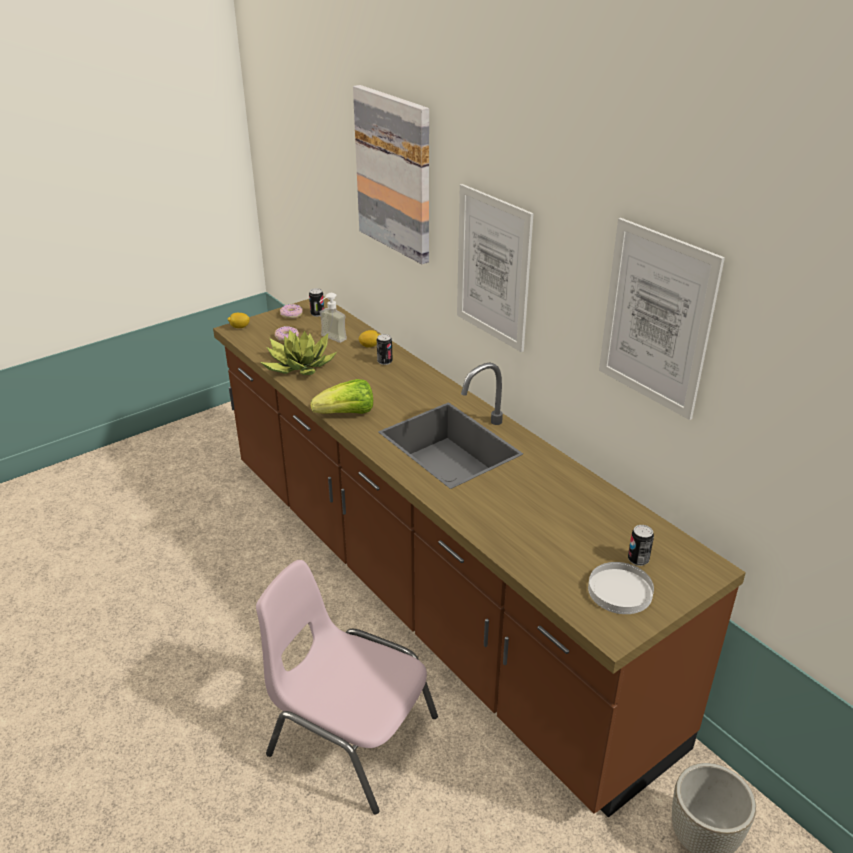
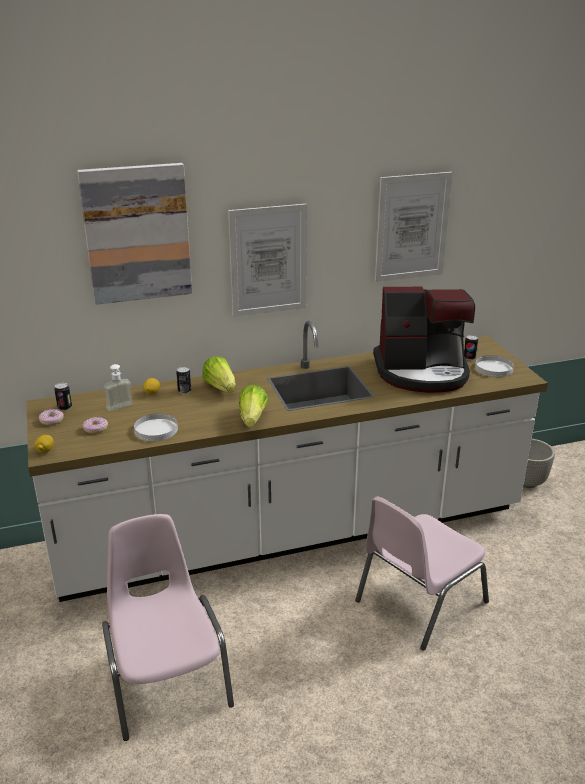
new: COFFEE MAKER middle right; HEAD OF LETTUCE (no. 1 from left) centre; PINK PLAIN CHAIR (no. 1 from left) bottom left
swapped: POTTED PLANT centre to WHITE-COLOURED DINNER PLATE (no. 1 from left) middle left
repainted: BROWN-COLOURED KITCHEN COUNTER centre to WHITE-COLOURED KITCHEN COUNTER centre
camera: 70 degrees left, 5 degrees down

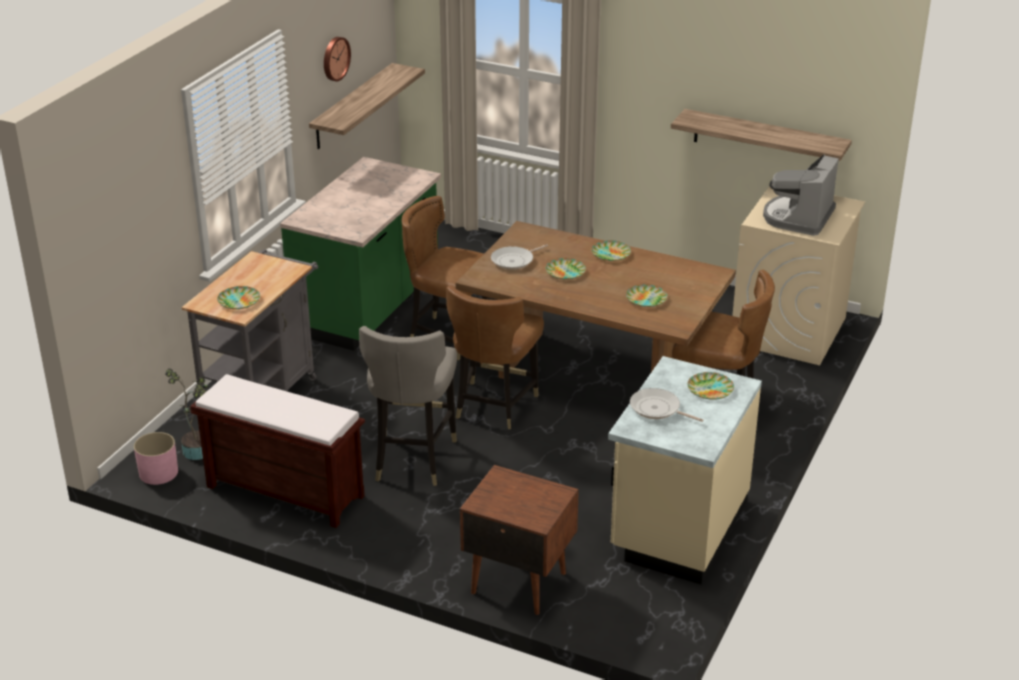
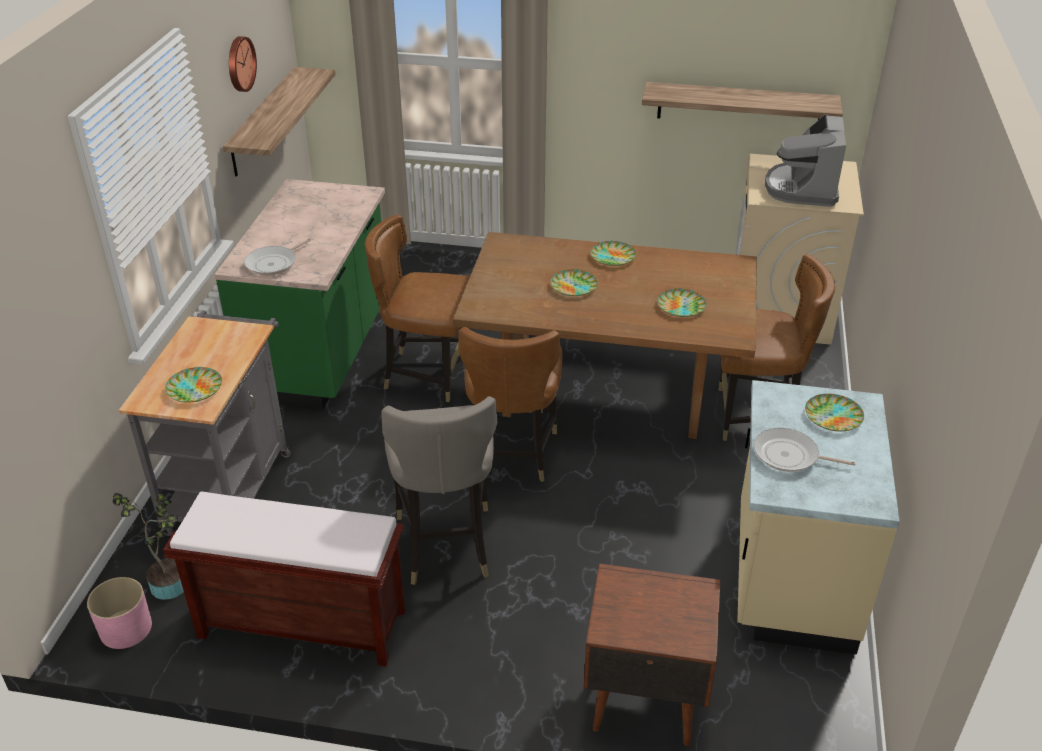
shifted: FRYING PAN (no. 1 from left) centre to middle left
camera: 15 degrees left, 5 degrees up

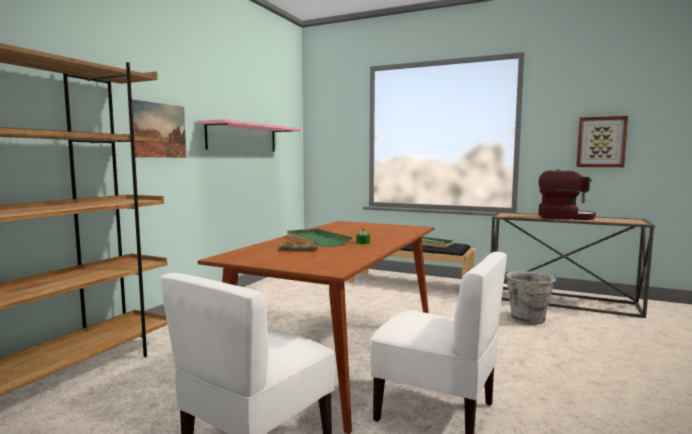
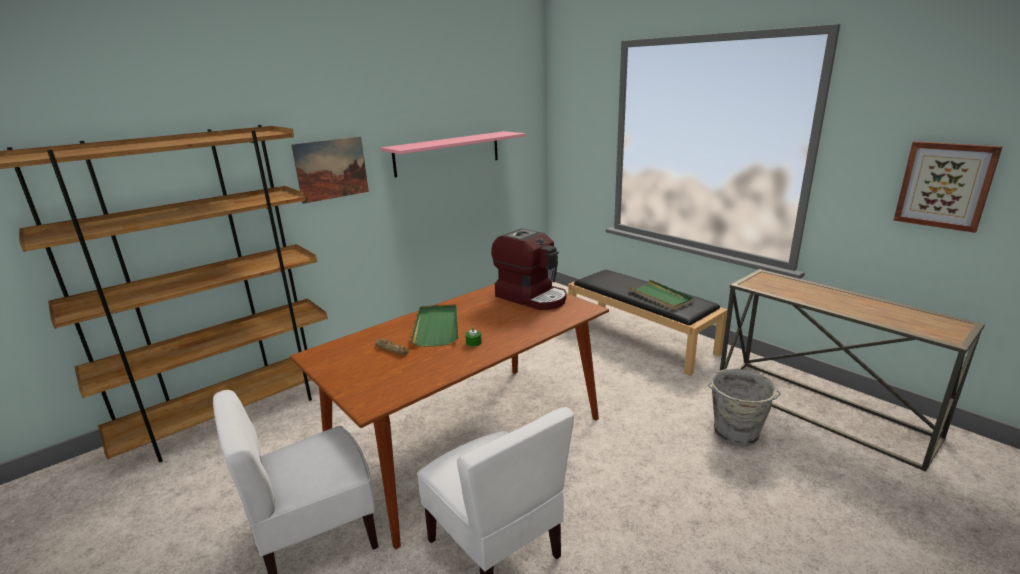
shifted: COFFEE MAKER middle right to centre
camera: 25 degrees right, 15 degrees up

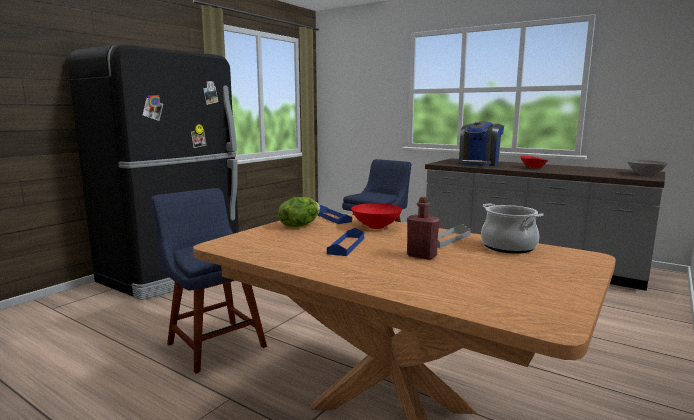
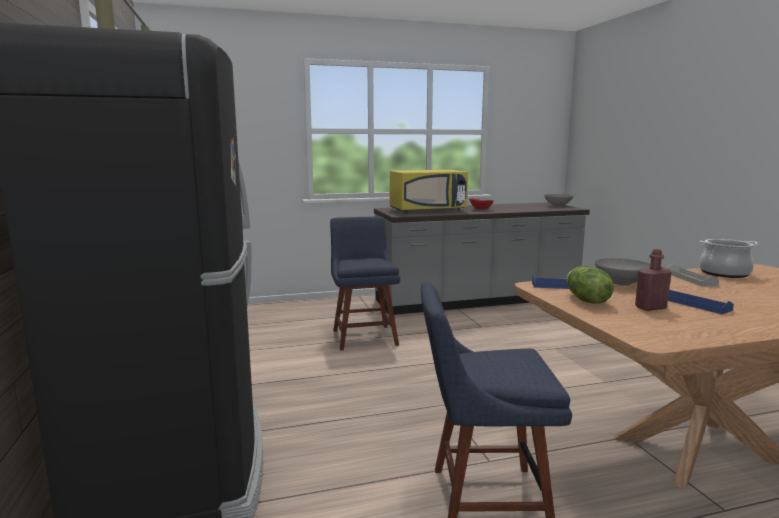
shifted: RED-COLOURED BEVERAGE BOTTLE centre to middle right
swapped: COFFEE MAKER middle right to YELLOWISH KITCHEN MICROWAVE centre
repainted: RED-COLOURED BOWL (no. 1 from left) centre to GREYISH BOWL (no. 2 from left) middle right
camera: 50 degrees left, 0 degrees up

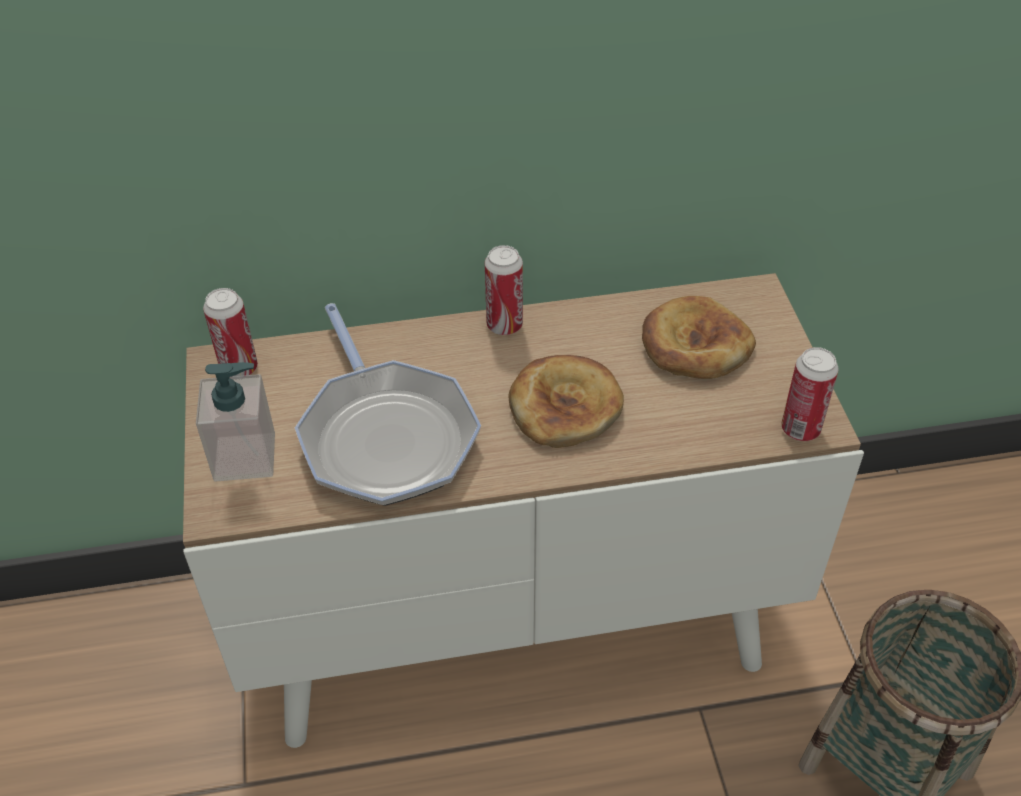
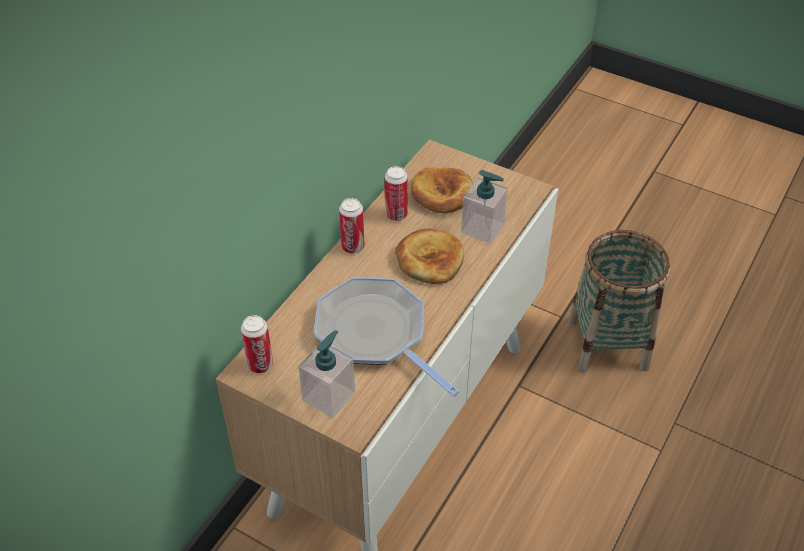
new: LIQUID SOAP BOTTLE (no. 2 from left) centre
shifted: CAN (no. 3 from left) middle right to centre
rotated: FRYING PAN centre = centre 150 degrees counterclockwise
camera: 50 degrees left, 0 degrees up

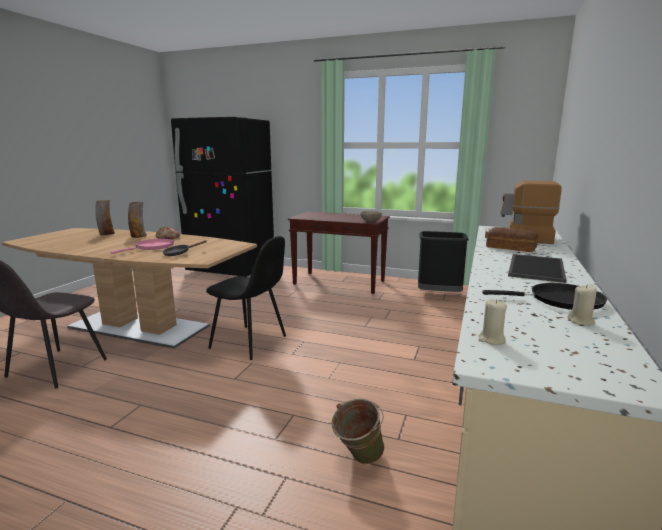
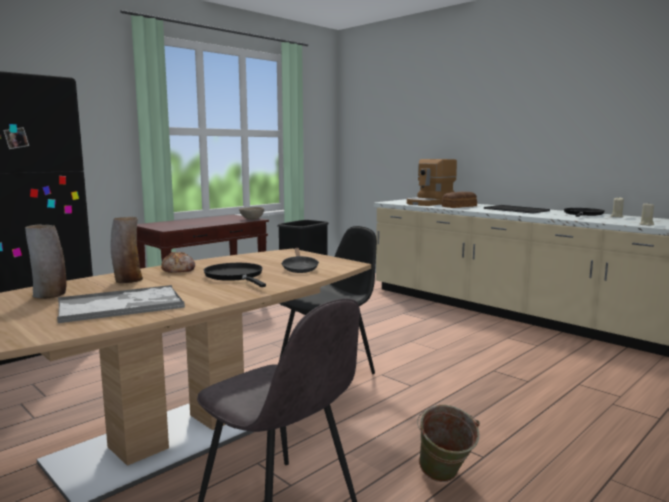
new: CARRYING TRAY (no. 1 from left) middle left
shifted: GREEN WATER BUCKET bottom centre to bottom right
repainted: PINK FRYING PAN middle left to BLACK-COLOURED FRYING PAN (no. 1 from left) centre
camera: 65 degrees left, 5 degrees down

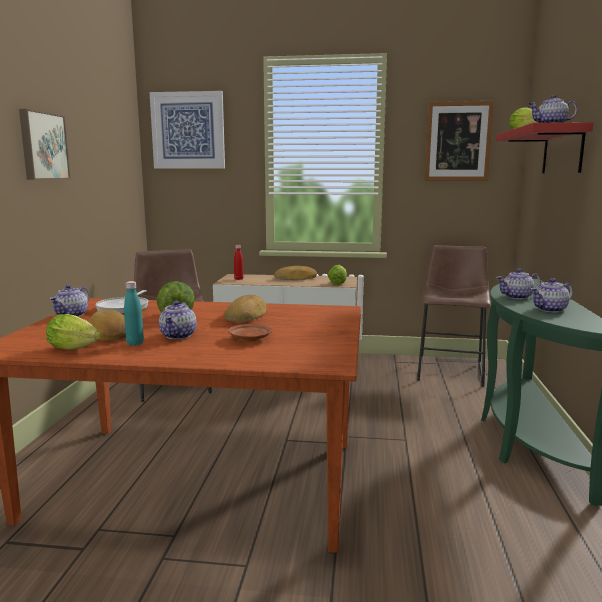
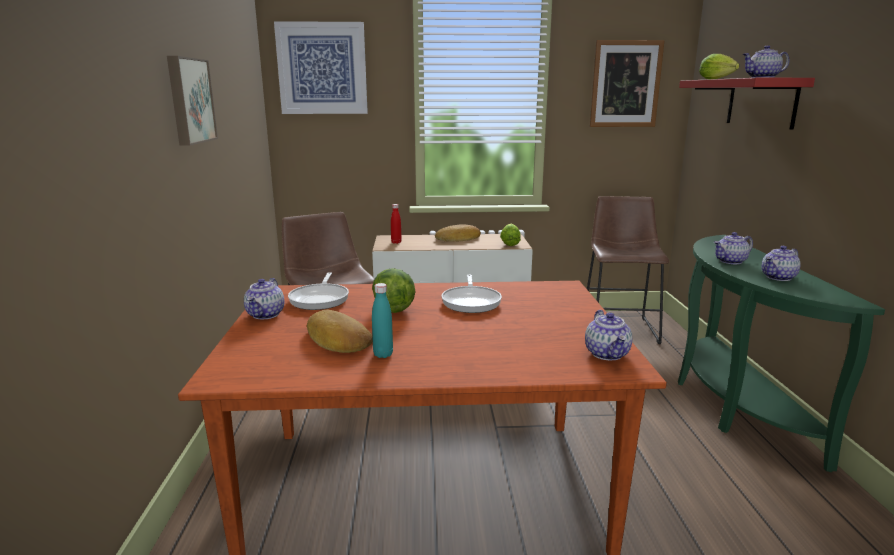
gone: HEAD OF LETTUCE (no. 1 from left) middle left; BROWN-COLOURED DINNER PLATE centre
shifted: TEAPOT (no. 2 from left) middle left to middle right
swapped: BREAD (no. 2 from left) centre to FRYING PAN (no. 2 from left) centre
camera: 10 degrees left, 5 degrees up

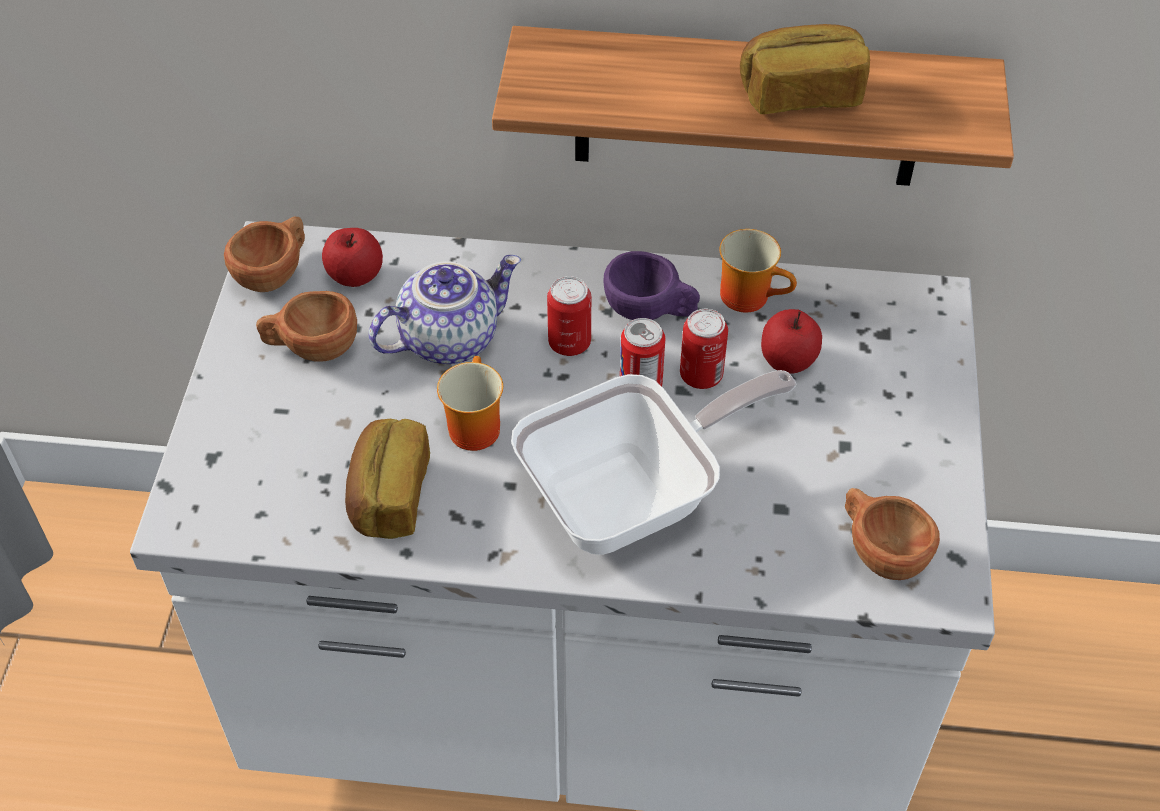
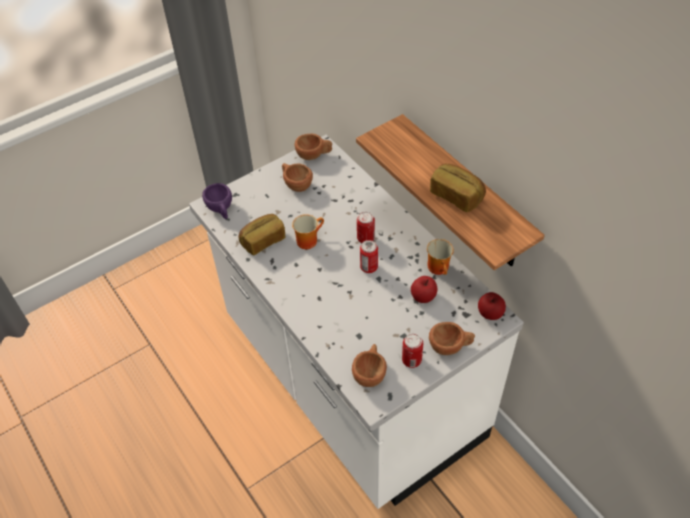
gone: TEAPOT centre; FRYING PAN centre
new: BROWN-COLOURED CUP (no. 4 from left) centre
shifted: APPLE (no. 1 from left in the first image) top left to APPLE (no. 2 from left) middle right; PURPLE CUP centre to middle left; CAN (no. 3 from left) centre to bottom centre
camera: 50 degrees right, 0 degrees up

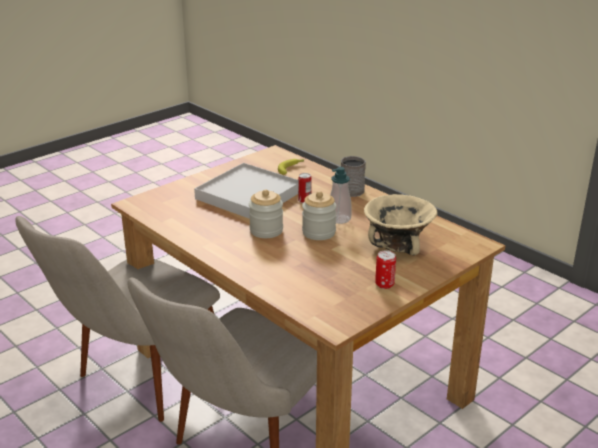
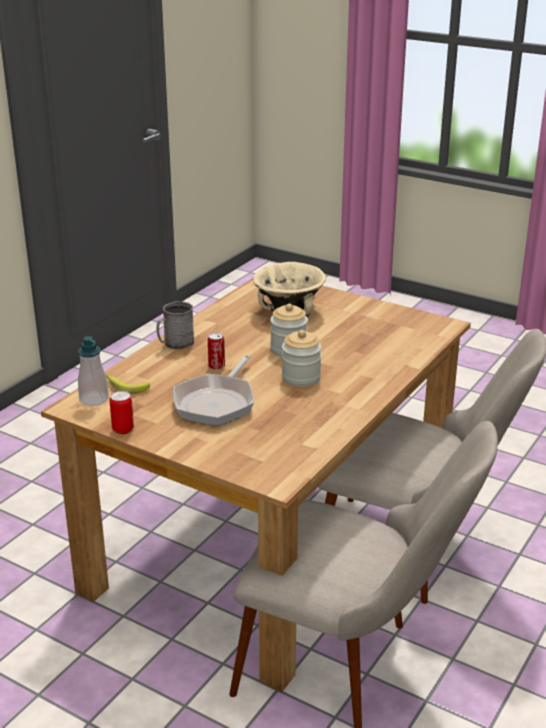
shifted: LIQUID SOAP BOTTLE centre to middle left; CAN (no. 2 from left in the first image) centre to CAN (no. 1 from left) middle left
swapped: WHITE-COLOURED CARRYING TRAY centre to FRYING PAN centre
camera: 105 degrees left, 0 degrees up

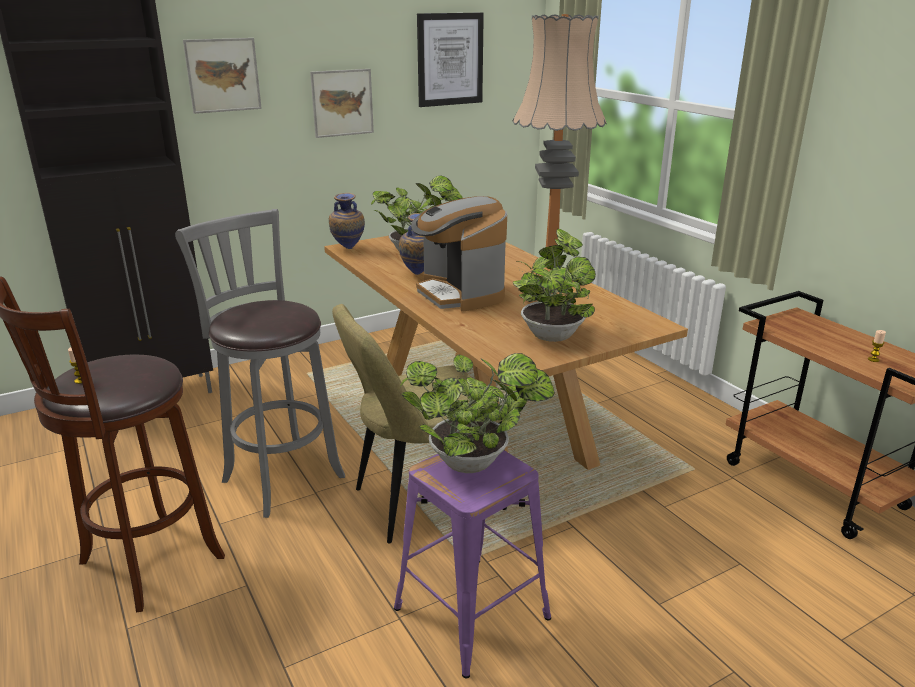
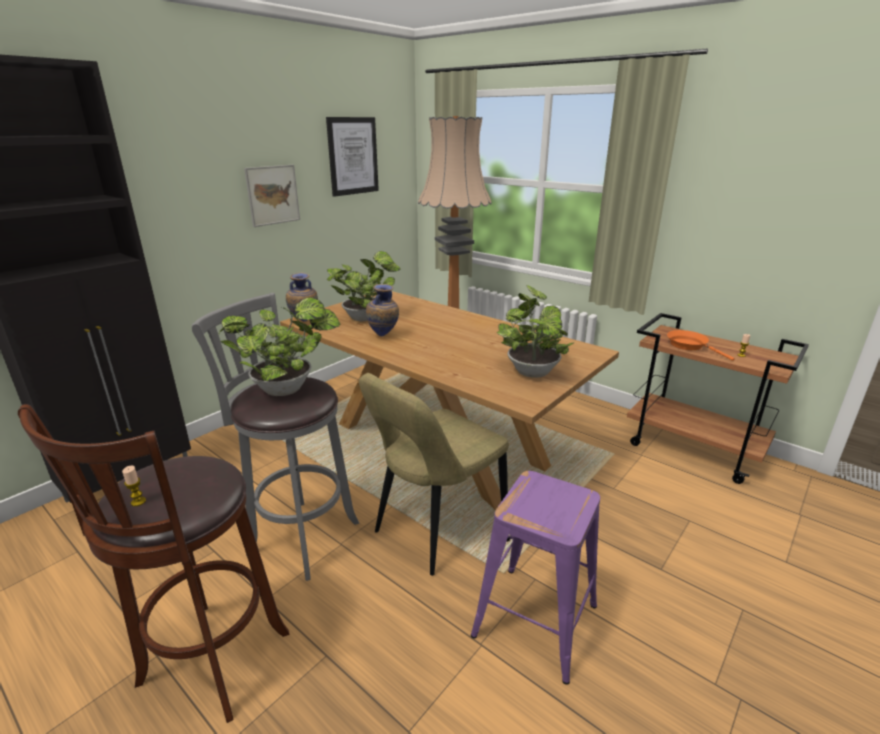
gone: WALL PICTURE (no. 1 from left) top left; COFFEE MAKER centre
new: ORANGE FRYING PAN middle right
shifted: POTTED PLANT (no. 2 from left in the first image) centre to POTTED PLANT (no. 1 from left) middle left
camera: 20 degrees left, 0 degrees up

